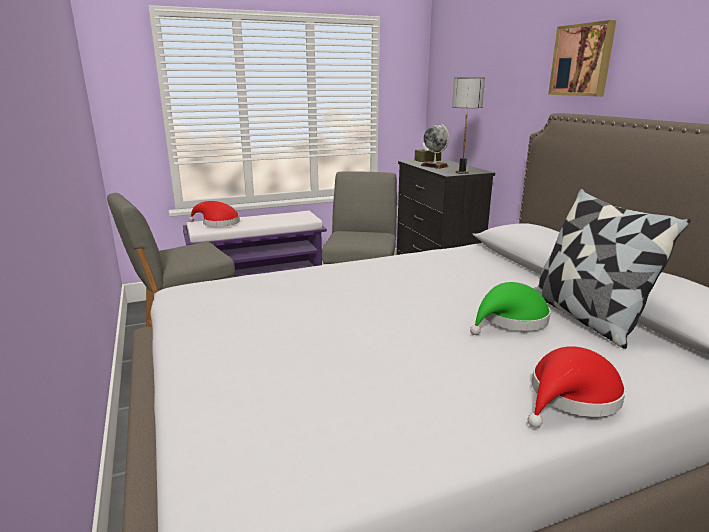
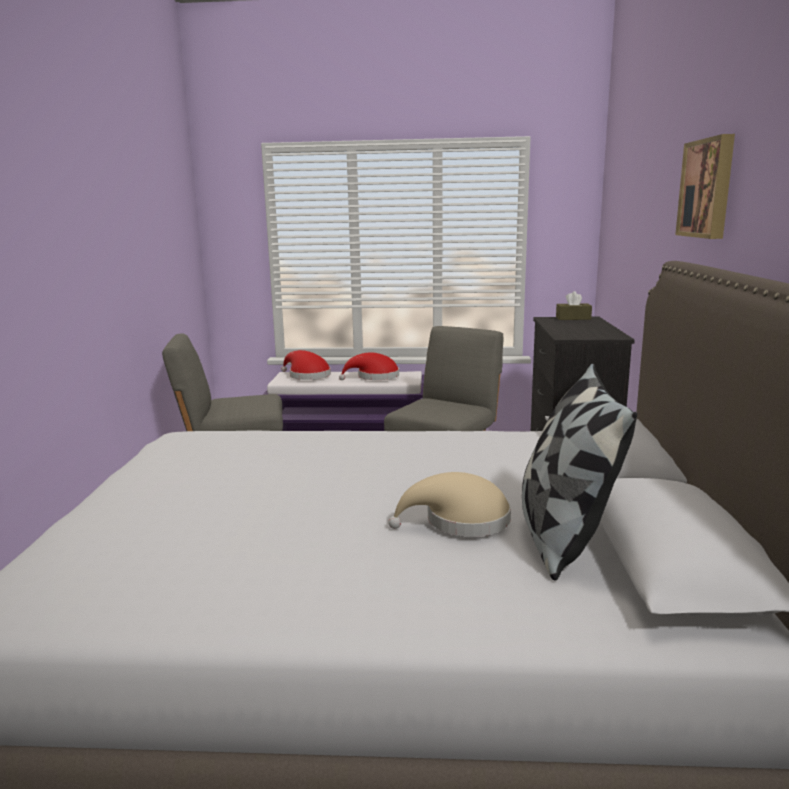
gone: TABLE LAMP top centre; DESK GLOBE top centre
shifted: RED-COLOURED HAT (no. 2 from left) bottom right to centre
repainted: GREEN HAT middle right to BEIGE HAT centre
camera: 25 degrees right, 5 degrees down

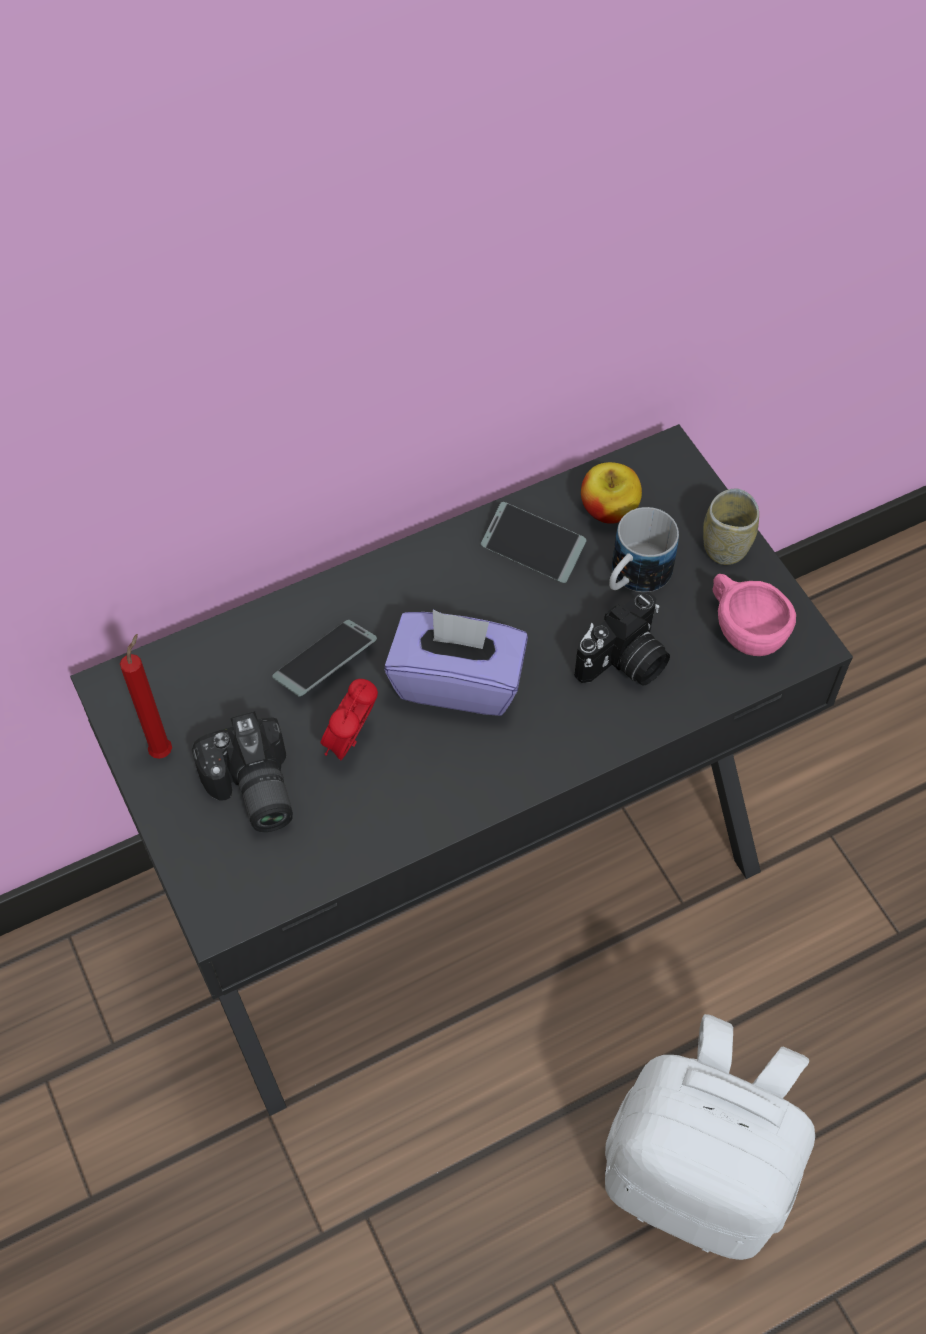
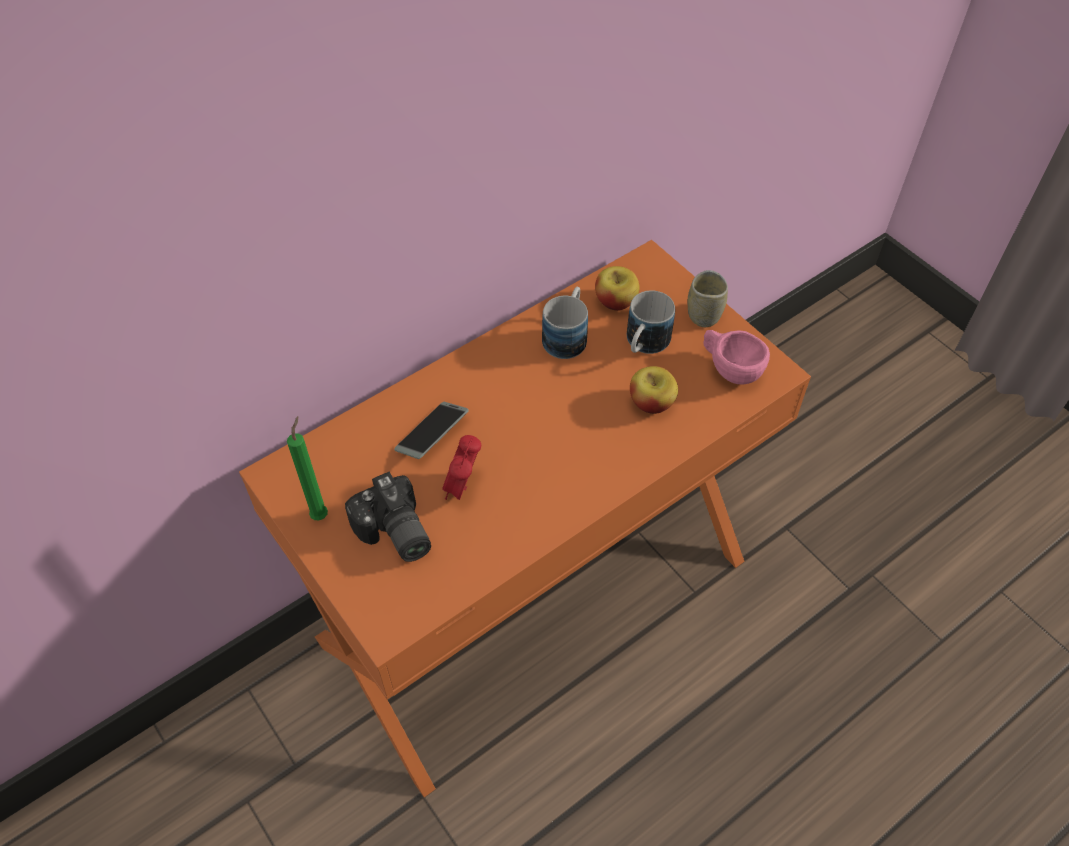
gone: PURPLE BOX OF TISSUES centre; WHITE-COLOURED KNAPSACK bottom right
swapped: PHONE (no. 2 from left) centre to MUG (no. 1 from left) centre; PHOTO CAMERA (no. 2 from left) middle right to APPLE (no. 2 from left) centre
repainted: BLACK-COLOURED DESK UNIT centre to ORANGE DESK UNIT centre; RED-COLOURED CANDLE middle left to GREEN CANDLE middle left
camera: 10 degrees left, 5 degrees down

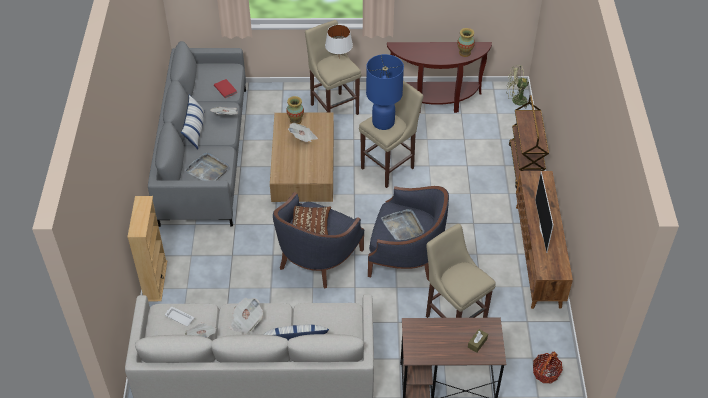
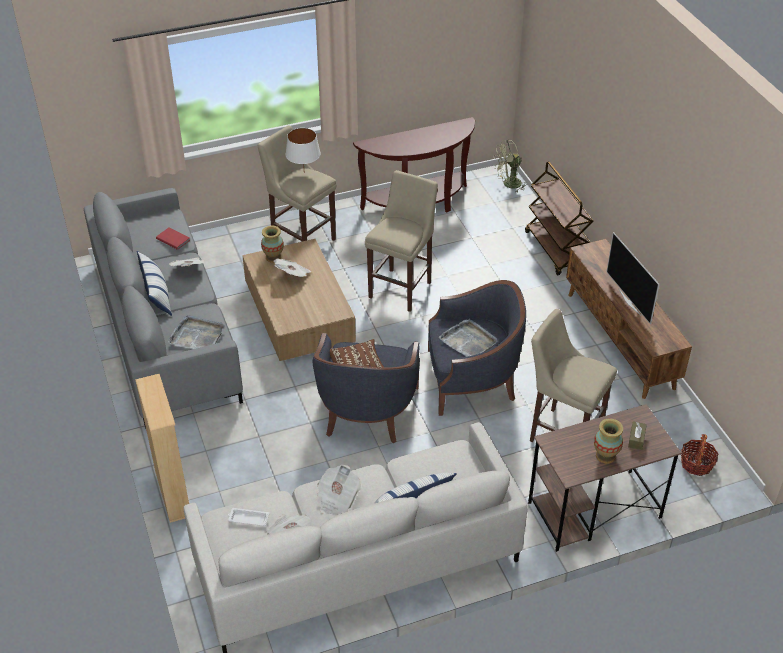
gone: BLUE-COLOURED TABLE LAMP top centre
shifted: VASE (no. 2 from left) top centre to bottom right
camera: 20 degrees left, 5 degrees down

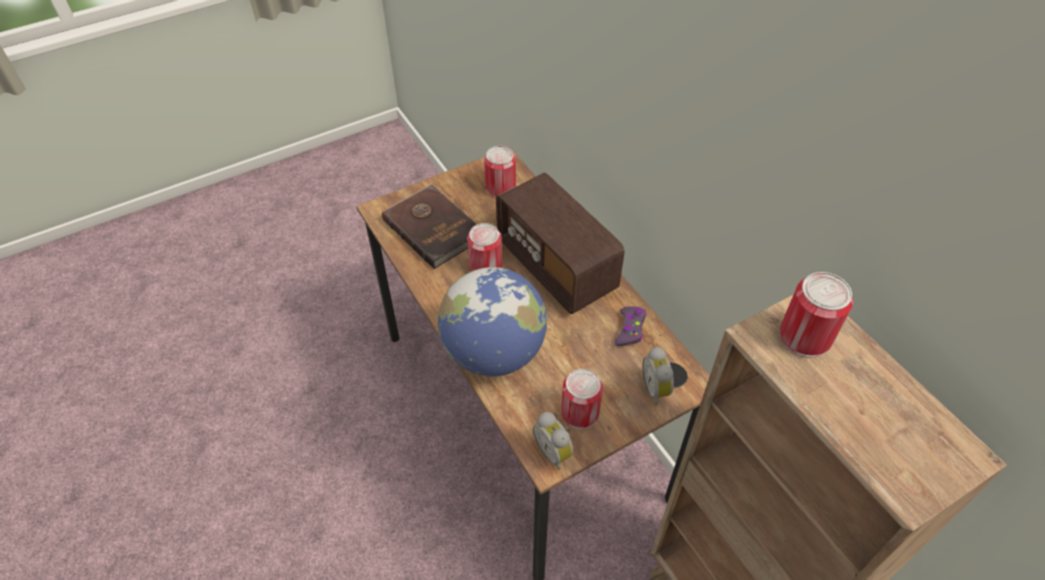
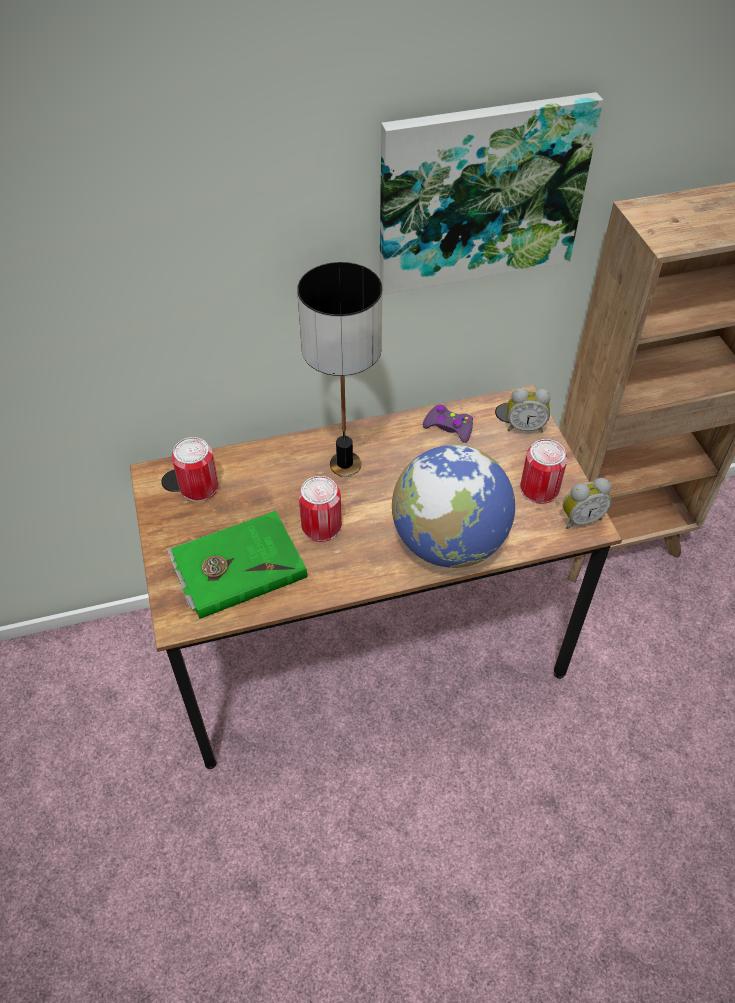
gone: CAN (no. 4 from left) middle right
new: WALL PICTURE top right
swapped: RADIO RECEIVER centre to TABLE LAMP centre
repainted: BROWN-COLOURED VOLUME centre to GREEN VOLUME middle left
camera: 75 degrees left, 0 degrees up

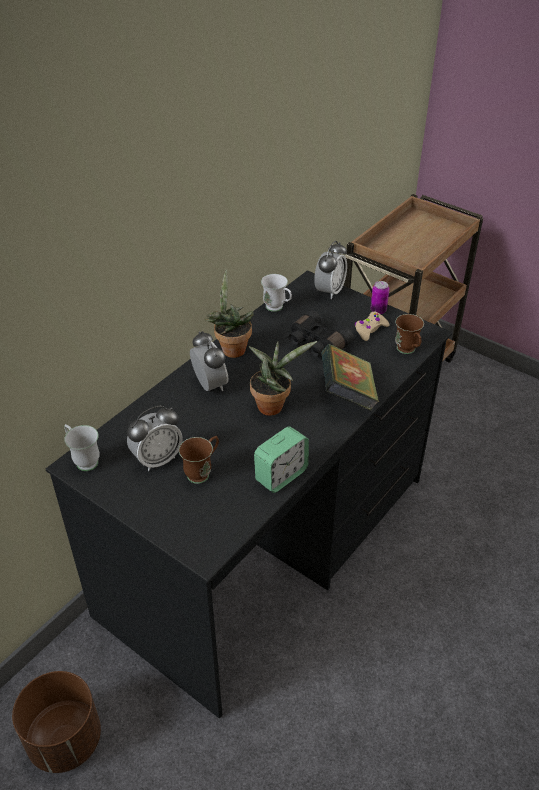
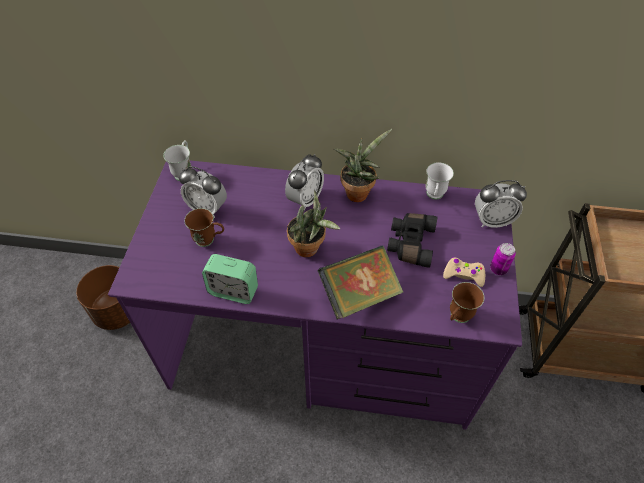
repainted: BLACK-COLOURED DESK UNIT centre to PURPLE DESK UNIT centre
camera: 60 degrees right, 10 degrees up

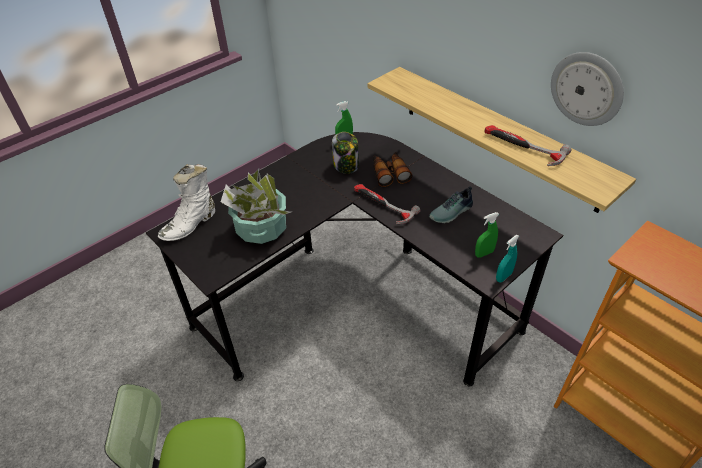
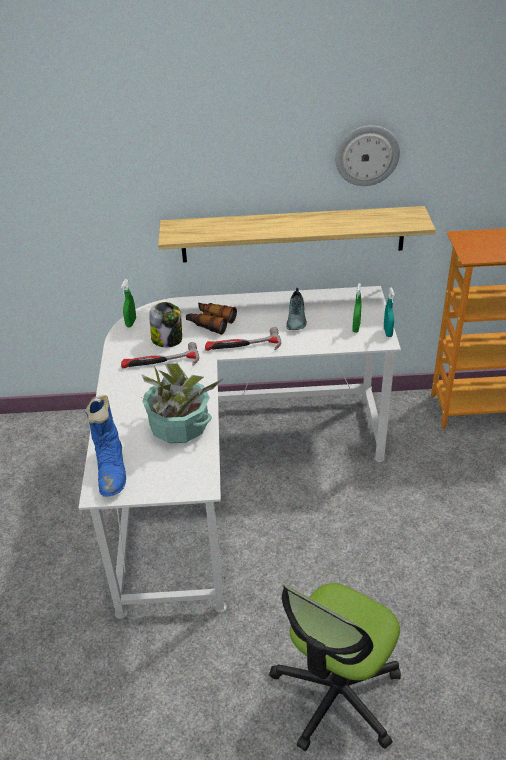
shifted: HAND HAMMER (no. 2 from left in the first image) top right to HAND HAMMER (no. 1 from left) middle left
repainted: BLACK-COLOURED DESK UNIT centre to WHITE-COLOURED DESK UNIT centre; WHITE-COLOURED TALL BOOT middle left to BLUE-COLOURED TALL BOOT middle left
camera: 50 degrees left, 5 degrees down

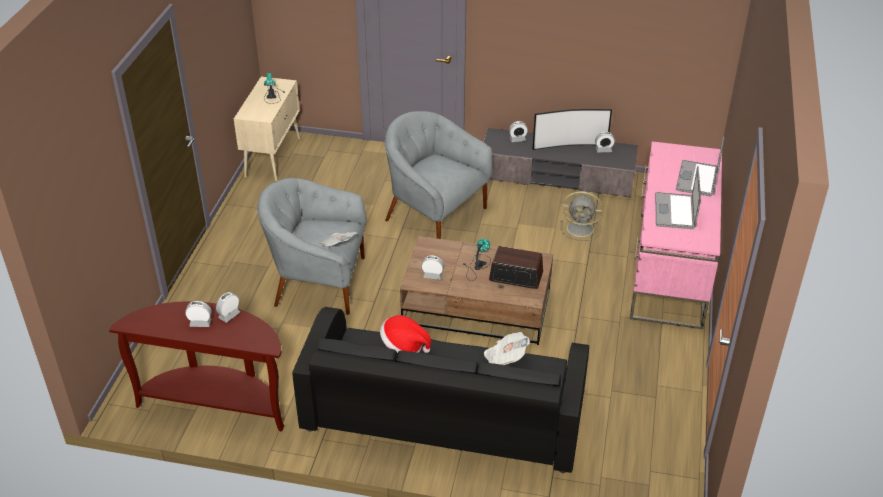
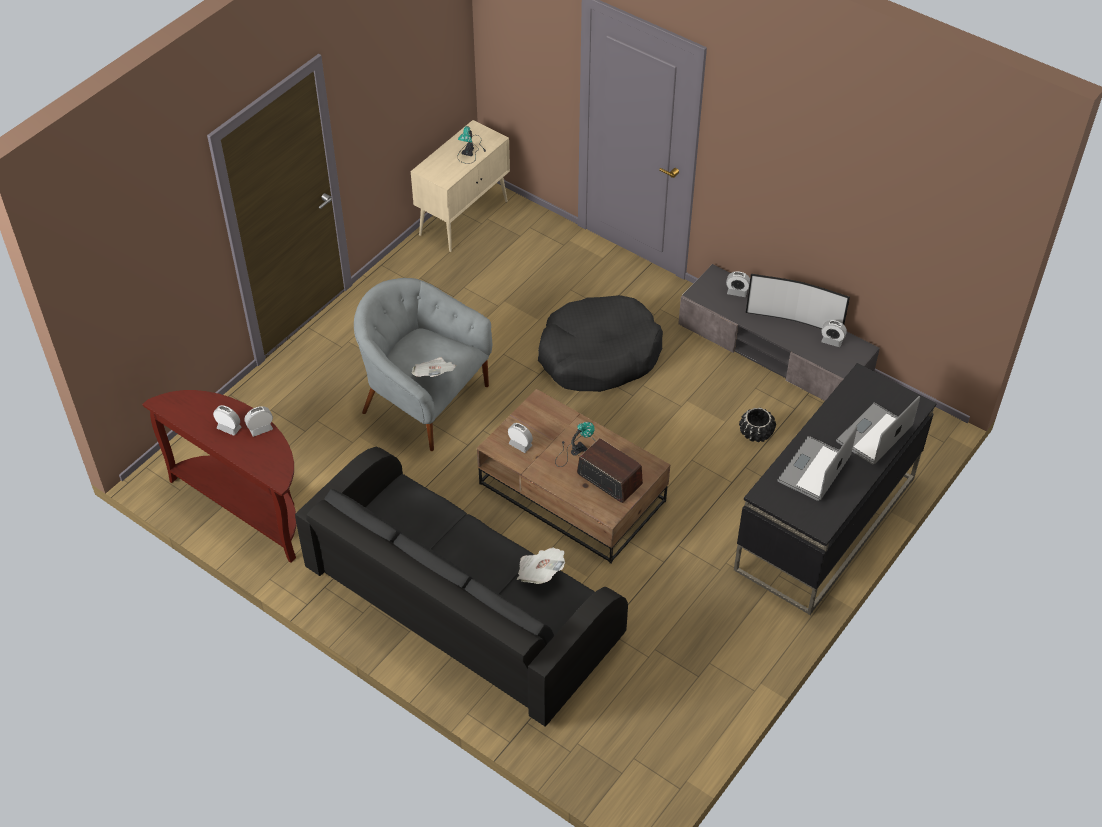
gone: HAT bottom centre
swapped: GREYISH EASY CHAIR (no. 2 from left) centre to BLACK-COLOURED DOG BED centre; GREYISH FAN centre to BLACK-COLOURED PLANTER middle right
repainted: PINK DESK UNIT middle right to BLACK-COLOURED DESK UNIT middle right
camera: 25 degrees right, 10 degrees up

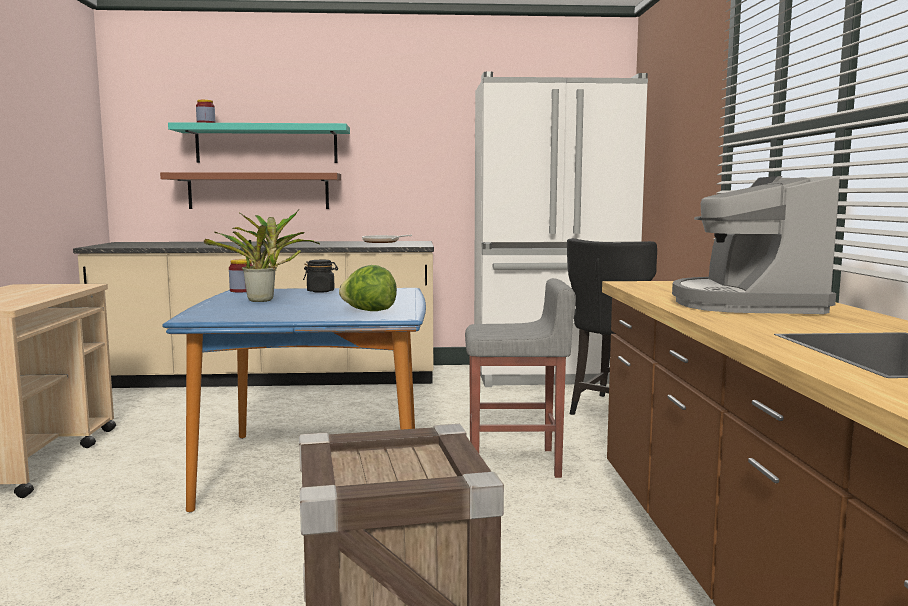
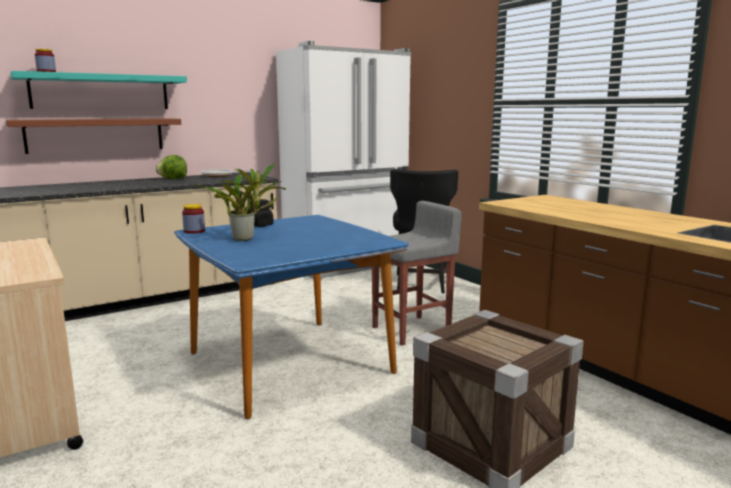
gone: COFFEE MAKER middle right
shifted: HEAD OF LETTUCE centre to middle left
camera: 30 degrees left, 5 degrees up

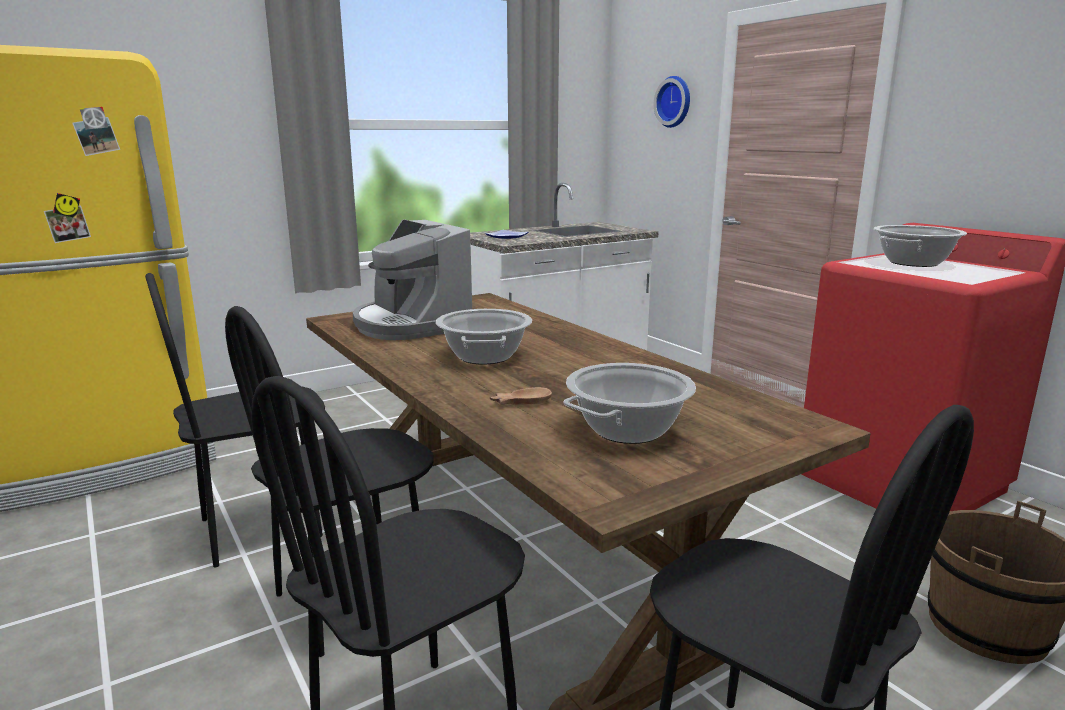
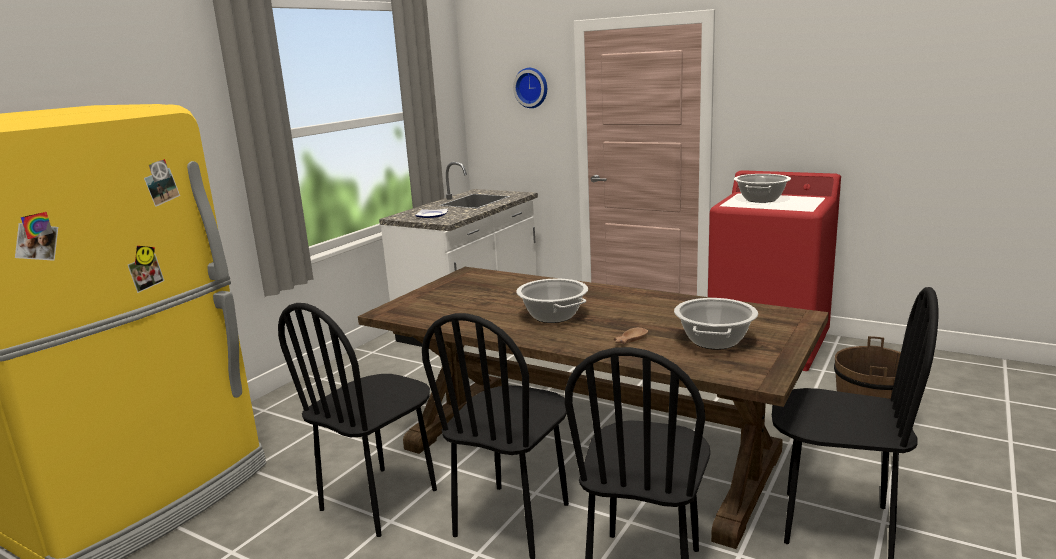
gone: COFFEE MAKER centre
camera: 25 degrees left, 0 degrees up

